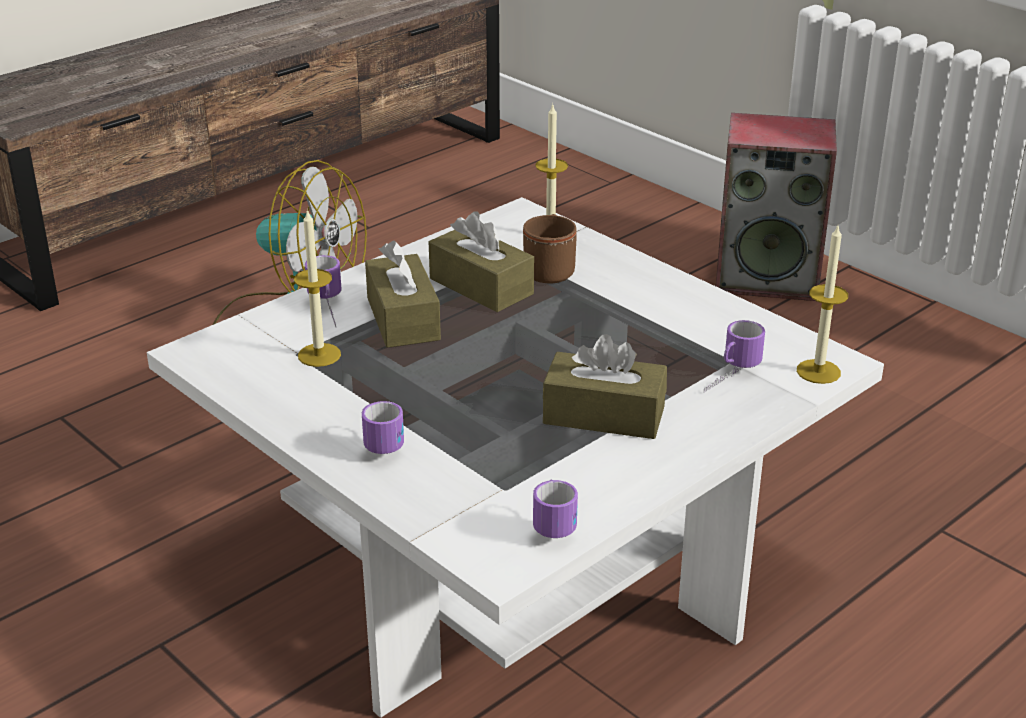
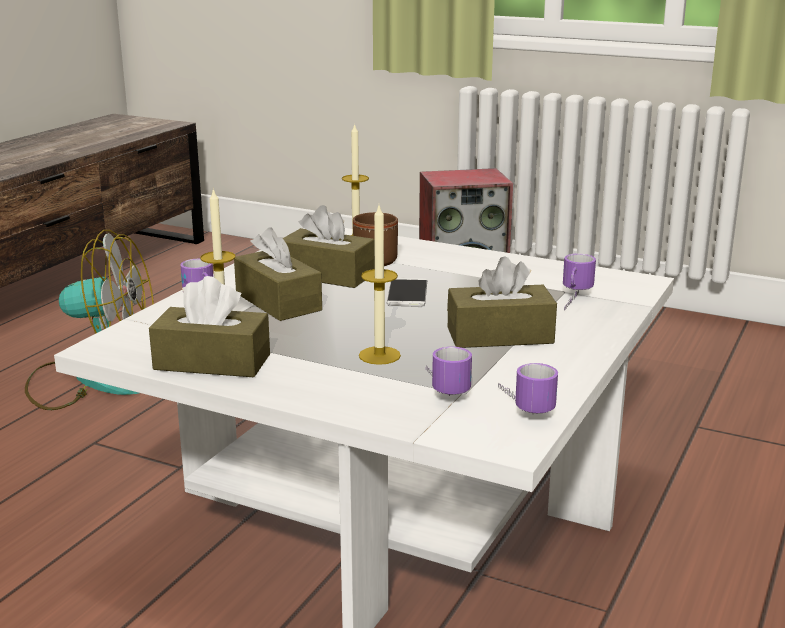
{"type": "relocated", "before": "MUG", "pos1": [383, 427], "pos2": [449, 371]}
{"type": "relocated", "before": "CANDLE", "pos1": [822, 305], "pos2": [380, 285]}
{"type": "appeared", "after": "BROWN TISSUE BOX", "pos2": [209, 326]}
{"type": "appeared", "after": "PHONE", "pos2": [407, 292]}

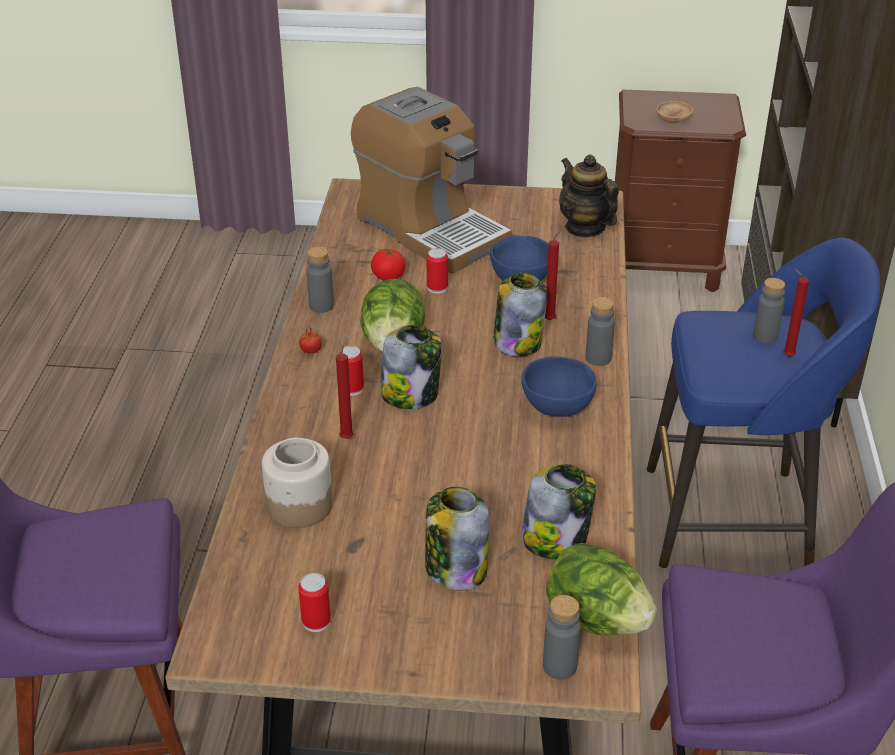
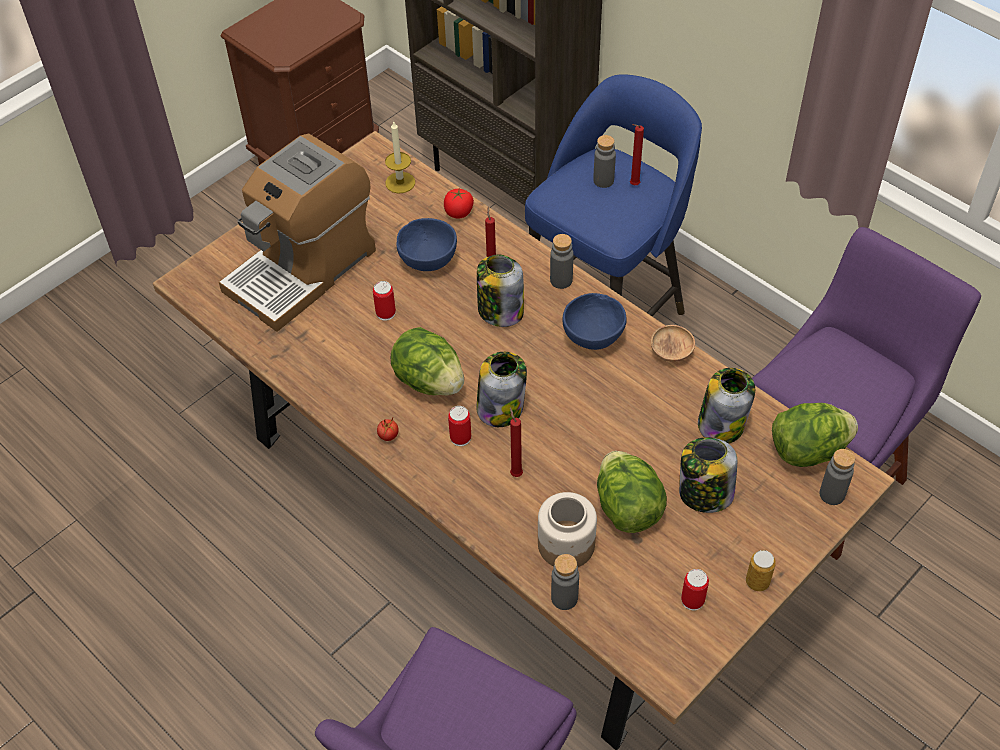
{"type": "relocated", "before": "GREY BOTTLE", "pos1": [320, 280], "pos2": [565, 582]}
{"type": "spun", "before": "COFFEE MACHINE", "pos1": [431, 180], "pos2": [297, 233], "turn": 135}
{"type": "relocated", "before": "TOMATO", "pos1": [388, 264], "pos2": [459, 203]}
{"type": "exchanged", "before": "TEAPOT", "after": "CANDLE", "pos1": [589, 195], "pos2": [400, 157]}
{"type": "relocated", "before": "BROWN BOWL", "pos1": [675, 112], "pos2": [673, 343]}
{"type": "appeared", "after": "LETTUCE", "pos2": [632, 492]}
{"type": "appeared", "after": "CAN", "pos2": [761, 570]}

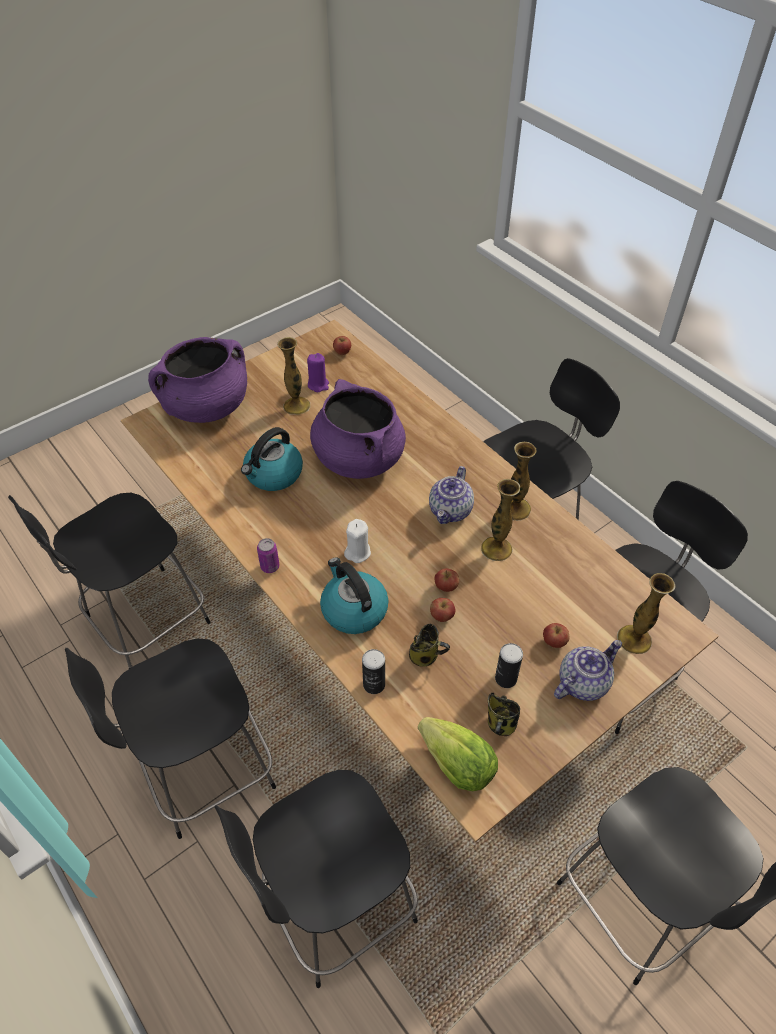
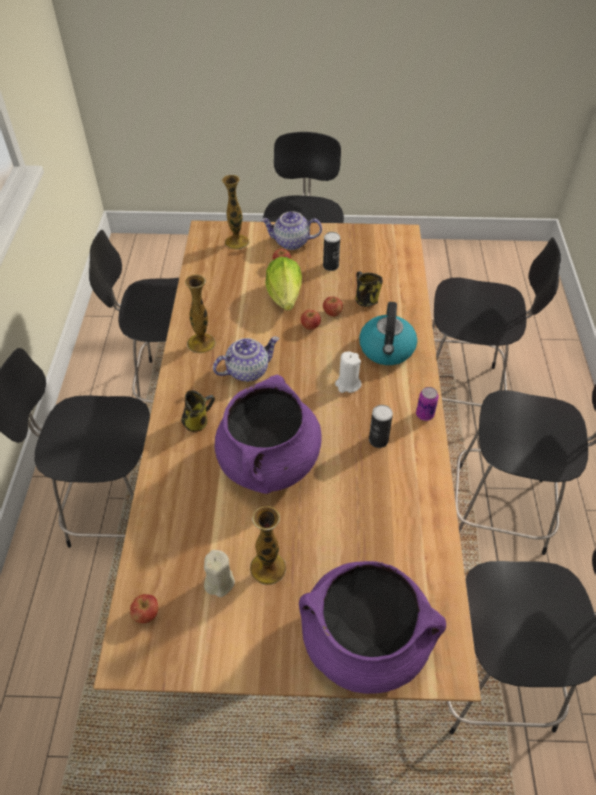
{"type": "missing", "before": "KETTLE", "pos1": [272, 459]}
{"type": "colour", "before": "PURPLE CANDLE", "after": "BEIGE CANDLE", "pos1": [318, 372], "pos2": [219, 573]}
{"type": "relocated", "before": "CAN", "pos1": [373, 671], "pos2": [381, 426]}
{"type": "relocated", "before": "LETTUCE", "pos1": [458, 754], "pos2": [283, 283]}
{"type": "missing", "before": "VASE", "pos1": [500, 520]}
{"type": "relocated", "before": "MUG", "pos1": [504, 714], "pos2": [198, 411]}

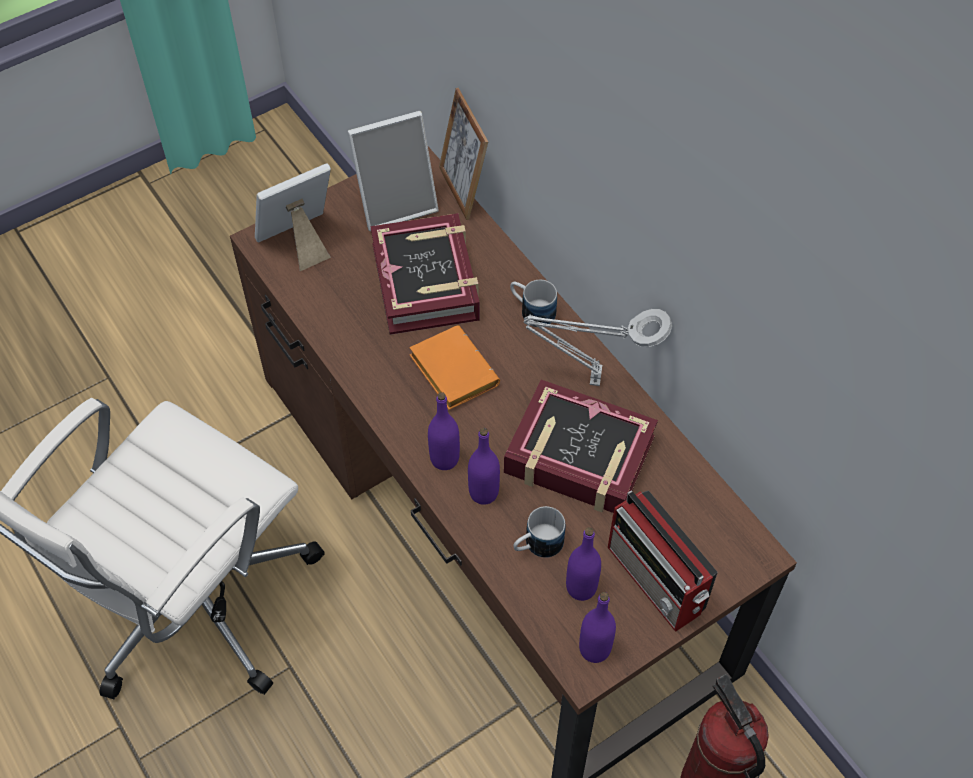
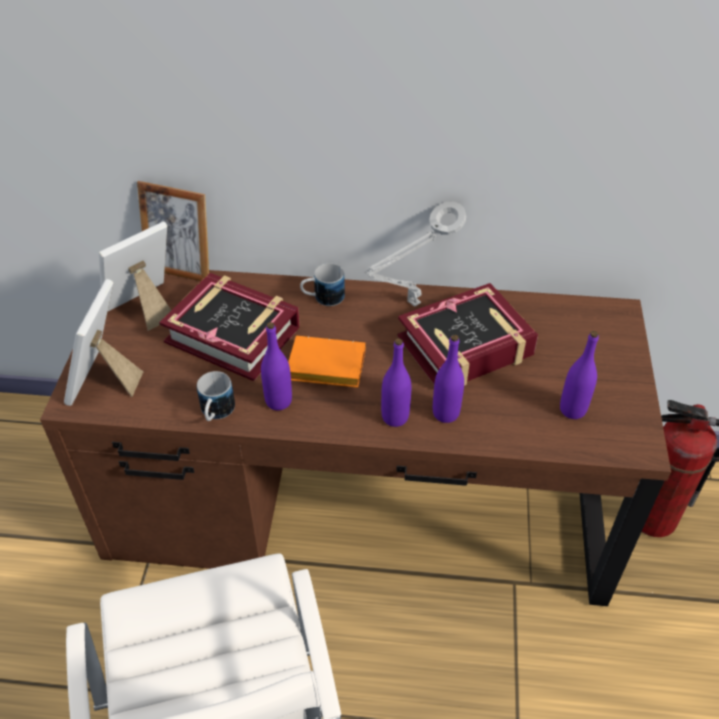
{"type": "spun", "before": "PICTURE FRAME", "pos1": [393, 171], "pos2": [135, 276], "turn": -150}
{"type": "relocated", "before": "MUG", "pos1": [539, 532], "pos2": [216, 396]}
{"type": "relocated", "before": "PURPLE BOTTLE", "pos1": [597, 627], "pos2": [276, 366]}
{"type": "missing", "before": "RADIO", "pos1": [663, 561]}

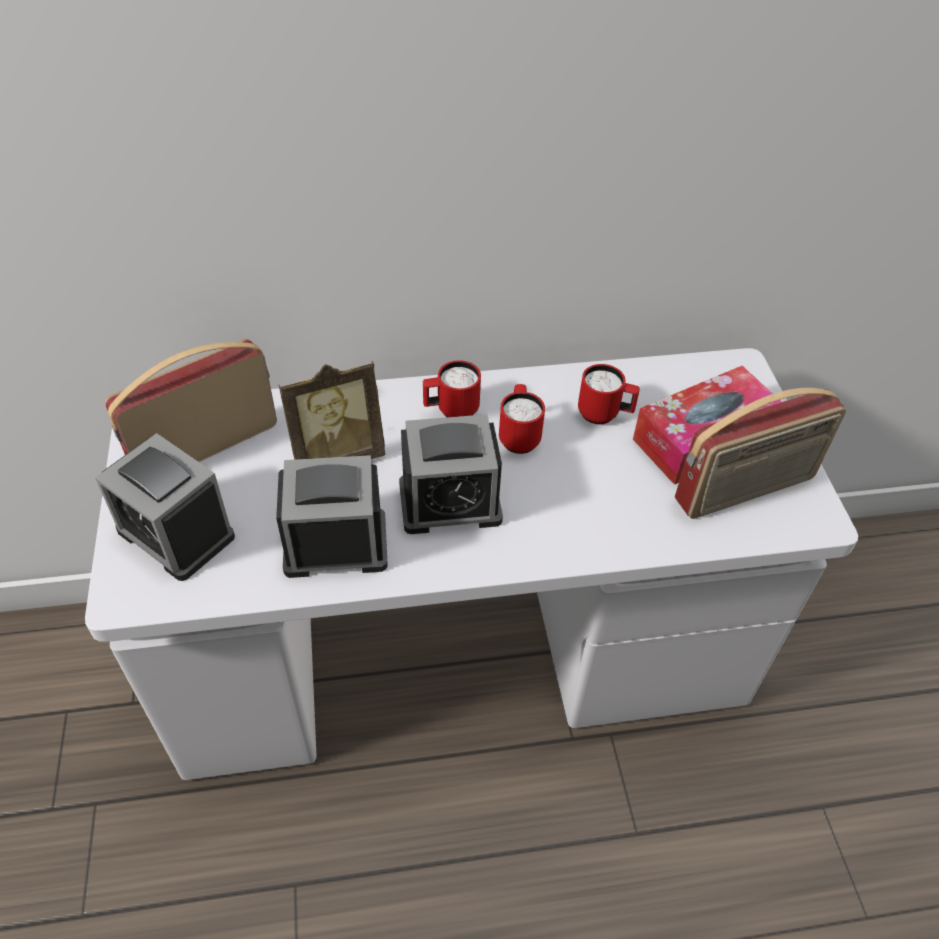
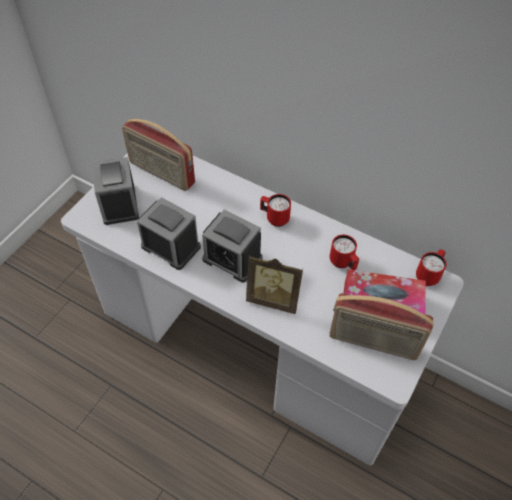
{"type": "spun", "before": "RADIO", "pos1": [191, 400], "pos2": [158, 155], "turn": -150}
{"type": "relocated", "before": "PICTURE FRAME", "pos1": [332, 410], "pos2": [274, 285]}
{"type": "relocated", "before": "RED MUG", "pos1": [522, 419], "pos2": [431, 267]}

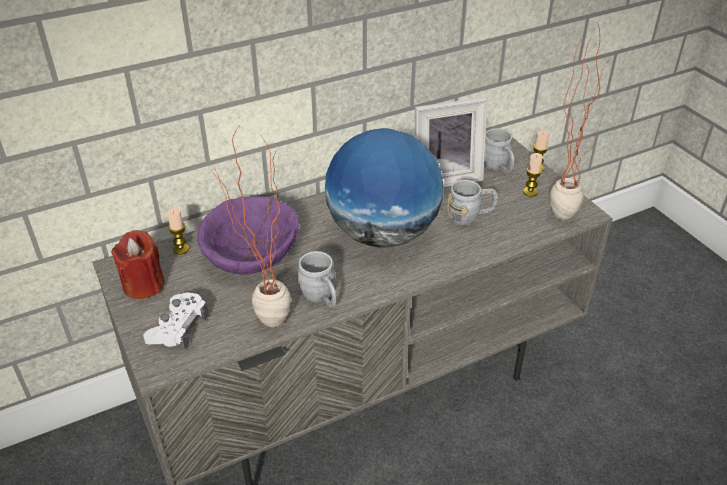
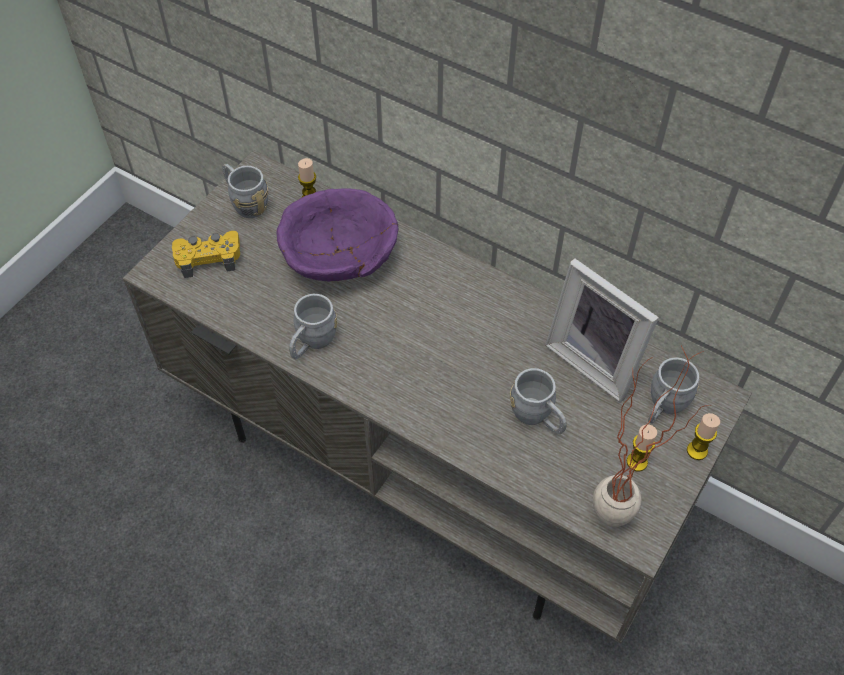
{"type": "exchanged", "before": "RED CANDLE", "after": "GREY MUG", "pos1": [138, 264], "pos2": [245, 191]}
{"type": "colour", "before": "WHITE GAME CONTROLLER", "after": "YELLOW GAME CONTROLLER", "pos1": [176, 320], "pos2": [206, 254]}
{"type": "missing", "before": "POTTED PLANT", "pos1": [252, 226]}
{"type": "missing", "before": "GLOBE", "pos1": [384, 188]}

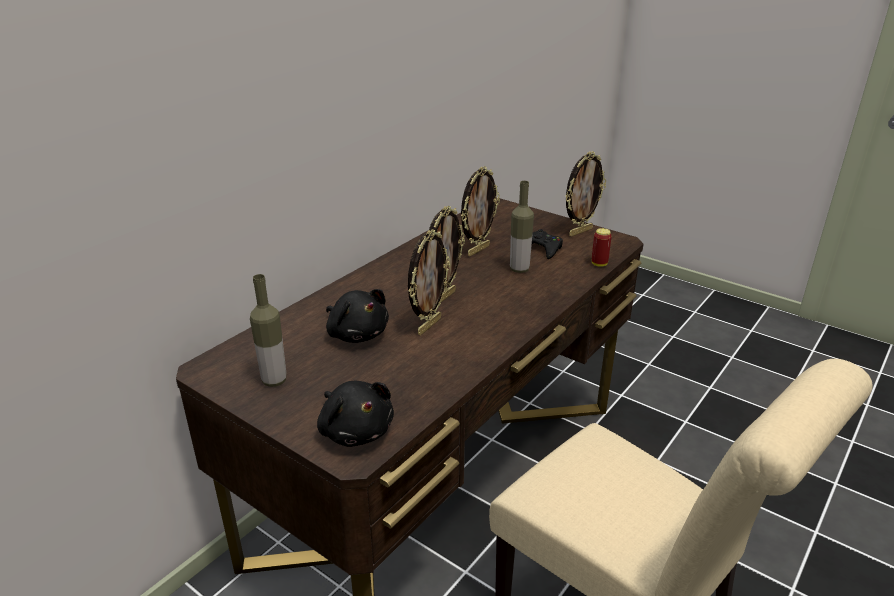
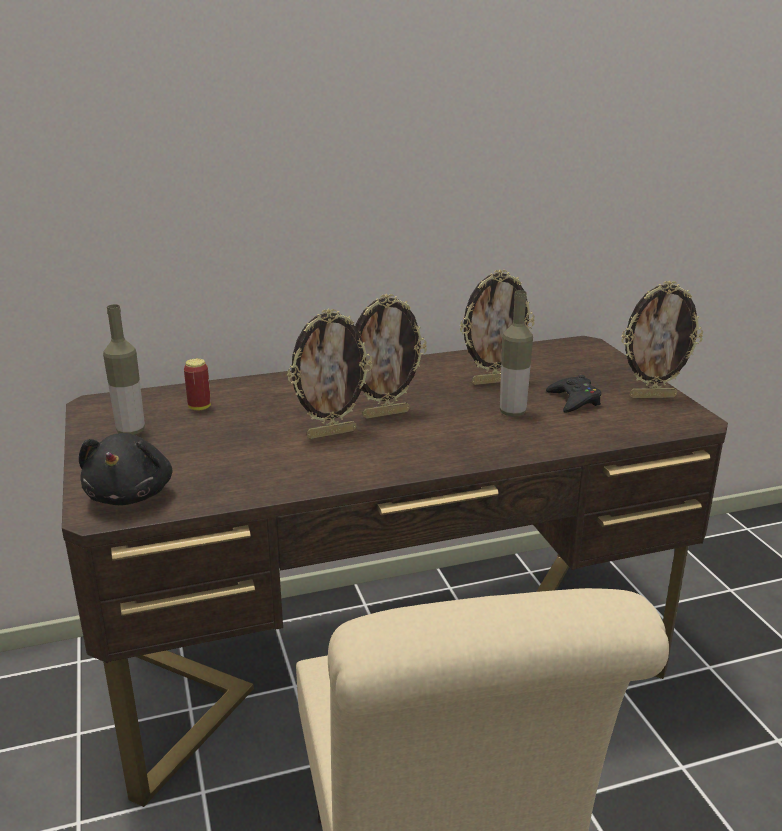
{"type": "missing", "before": "BLACK PLUSH TOY", "pos1": [357, 316]}
{"type": "relocated", "before": "CAN", "pos1": [602, 247], "pos2": [197, 384]}

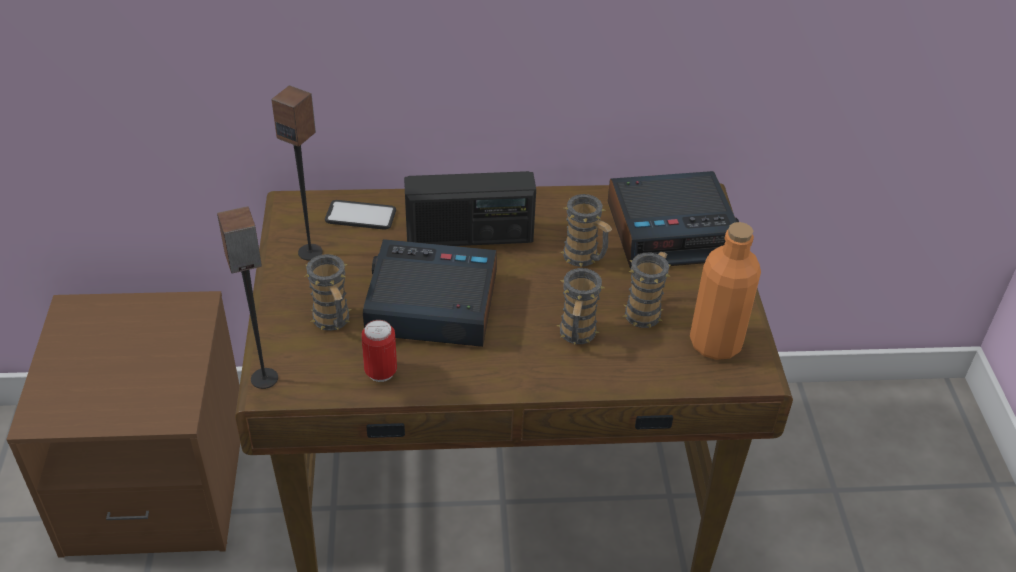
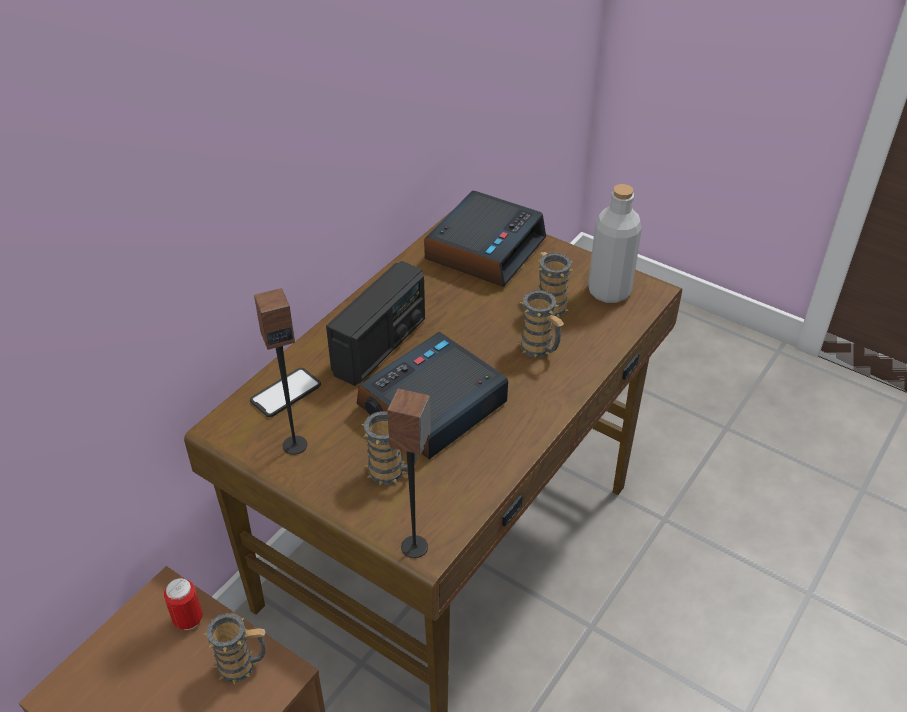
{"type": "relocated", "before": "CAN", "pos1": [379, 351], "pos2": [183, 604]}
{"type": "relocated", "before": "MUG", "pos1": [586, 230], "pos2": [235, 648]}
{"type": "colour", "before": "ORANGE BOTTLE", "after": "GREY BOTTLE", "pos1": [725, 291], "pos2": [615, 243]}

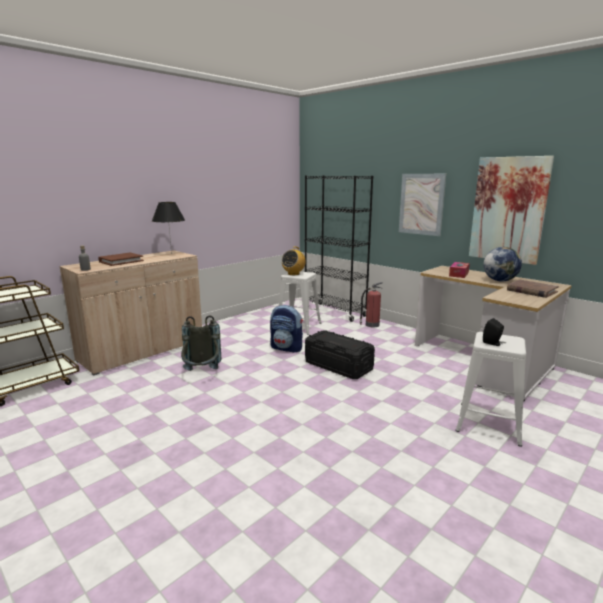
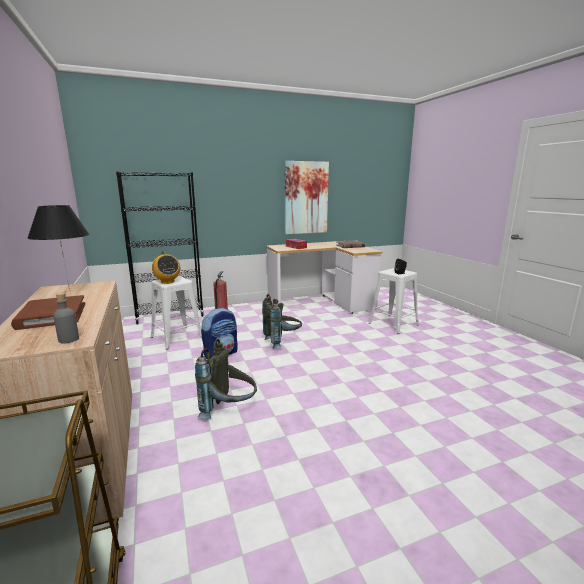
{"type": "exchanged", "before": "BLACK STORAGE BOX", "after": "GREY BACKPACK", "pos1": [340, 355], "pos2": [282, 321]}
{"type": "missing", "before": "PICTURE", "pos1": [422, 205]}
{"type": "missing", "before": "GLOBE", "pos1": [502, 264]}

